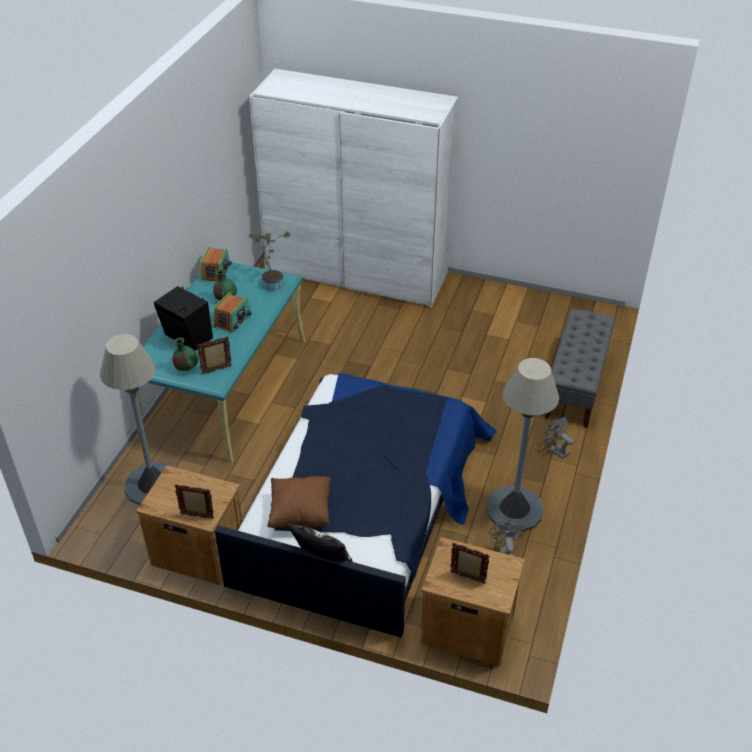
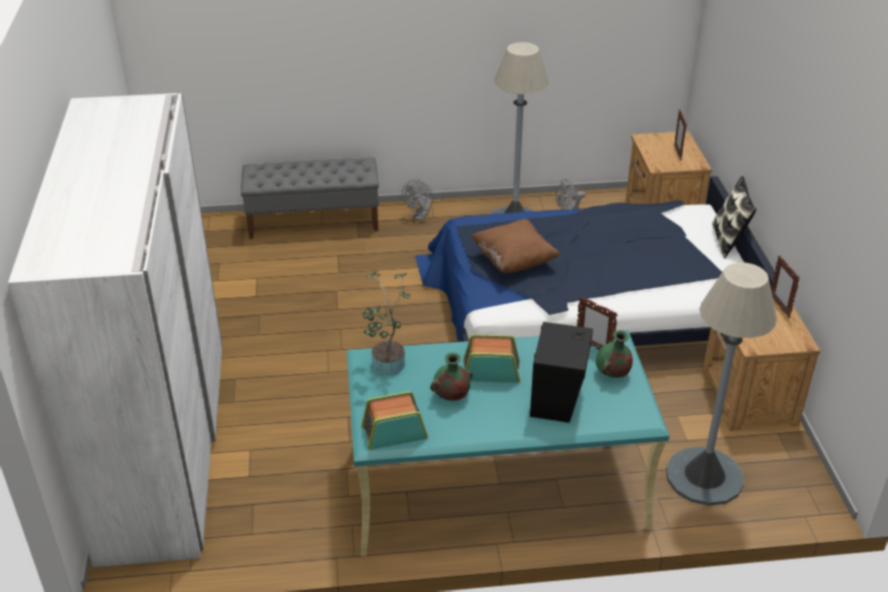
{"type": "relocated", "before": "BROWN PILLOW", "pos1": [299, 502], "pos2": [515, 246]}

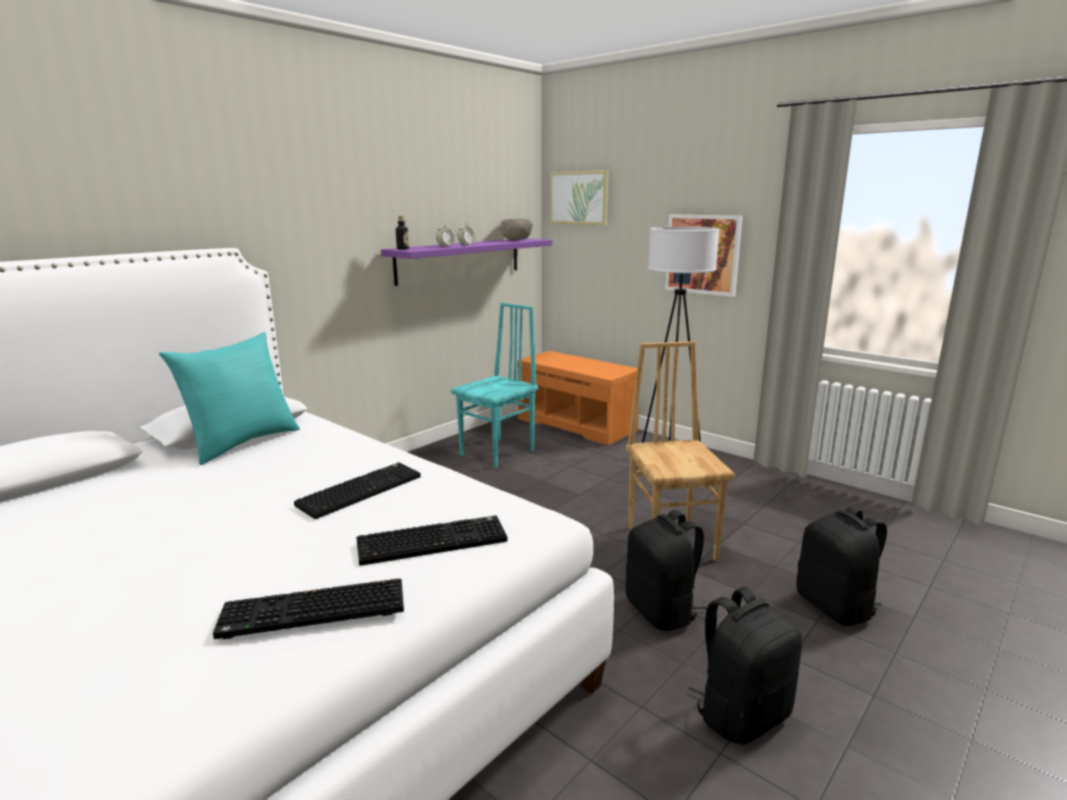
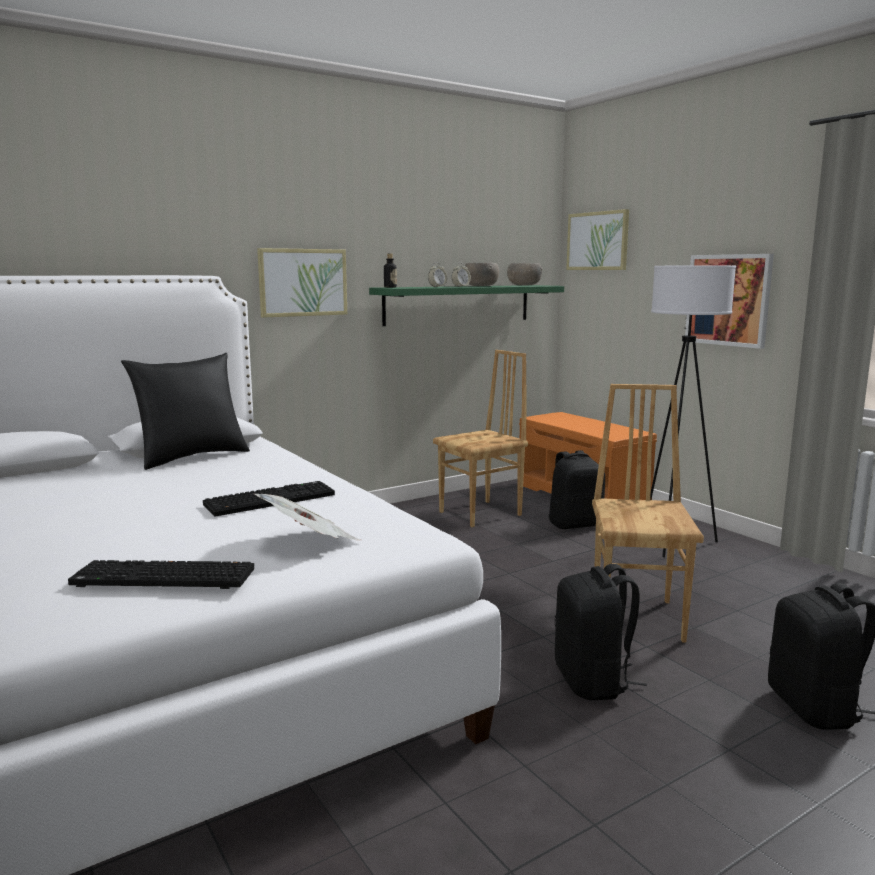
{"type": "colour", "before": "TURQUOISE PILLOW", "after": "BLACK PILLOW", "pos1": [229, 398], "pos2": [185, 411]}
{"type": "exchanged", "before": "KEYBOARD", "after": "NEWSPAPER", "pos1": [431, 541], "pos2": [307, 517]}
{"type": "colour", "before": "PURPLE SHELF", "after": "GREEN SHELF", "pos1": [466, 262], "pos2": [466, 305]}
{"type": "colour", "before": "TURQUOISE CHAIR", "after": "BROWN CHAIR", "pos1": [494, 385], "pos2": [480, 438]}
{"type": "relocated", "before": "BLACK BACKPACK", "pos1": [745, 666], "pos2": [577, 489]}
{"type": "appeared", "after": "PICTURE", "pos2": [302, 283]}
{"type": "appeared", "after": "GREY BOWL", "pos2": [482, 274]}

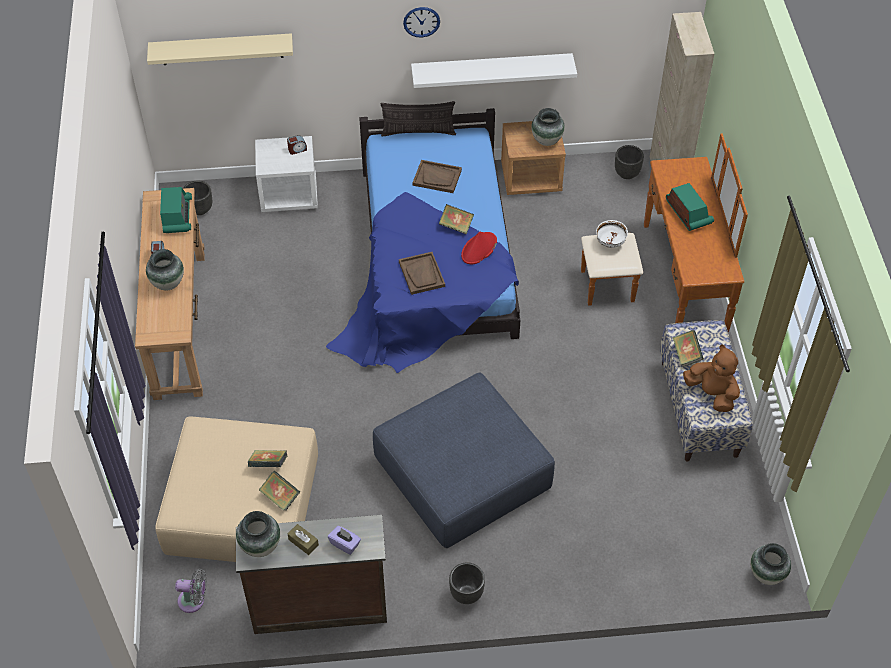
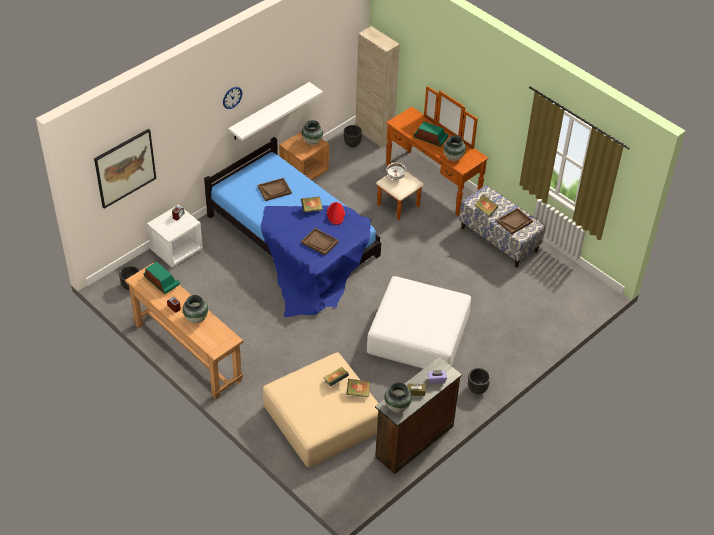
{"type": "exchanged", "before": "BEIGE SHELF", "after": "PICTURE", "pos1": [220, 49], "pos2": [125, 169]}
{"type": "missing", "before": "GREY FAN", "pos1": [190, 590]}
{"type": "colour", "before": "BLUE OTTOMAN", "after": "WHITE OTTOMAN", "pos1": [464, 460], "pos2": [419, 322]}
{"type": "missing", "before": "PILLOW", "pos1": [418, 118]}
{"type": "exchanged", "before": "BROWN PLUSH TOY", "after": "BROWN TRAY", "pos1": [711, 378], "pos2": [514, 221]}
{"type": "relocated", "before": "VASE", "pos1": [770, 564], "pos2": [454, 148]}

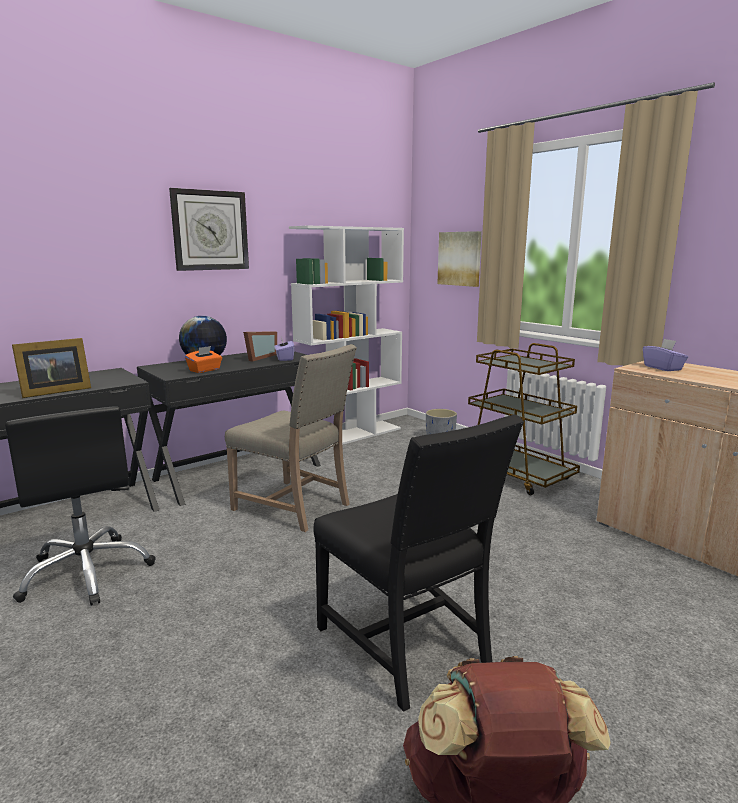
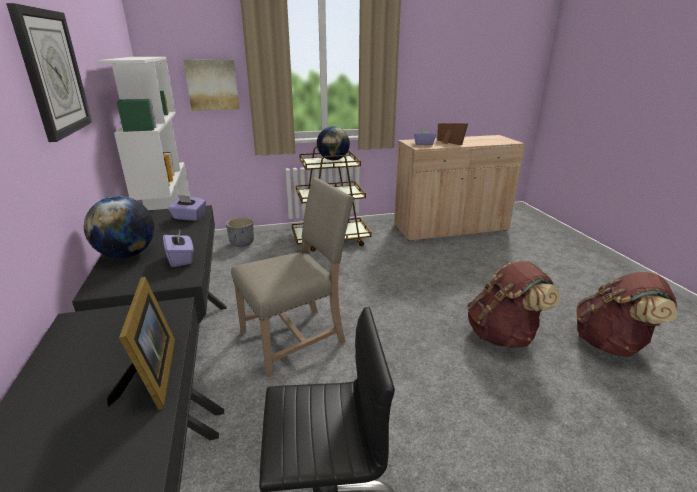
{"type": "colour", "before": "ORANGE TISSUE BOX", "after": "PURPLE TISSUE BOX", "pos1": [203, 359], "pos2": [178, 248]}
{"type": "relocated", "before": "PICTURE FRAME", "pos1": [260, 346], "pos2": [452, 134]}
{"type": "exchanged", "before": "BLACK CHAIR", "after": "BROWN BACKPACK", "pos1": [419, 563], "pos2": [514, 304]}
{"type": "appeared", "after": "GLOBE", "pos2": [333, 143]}

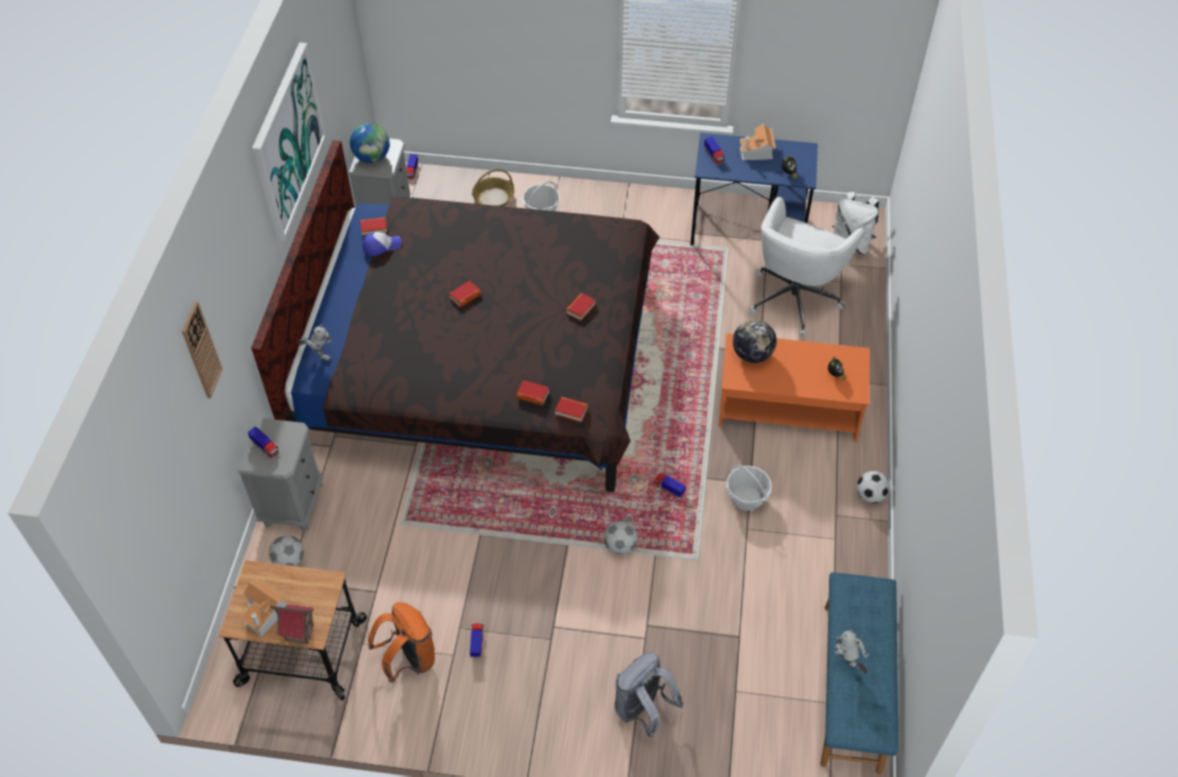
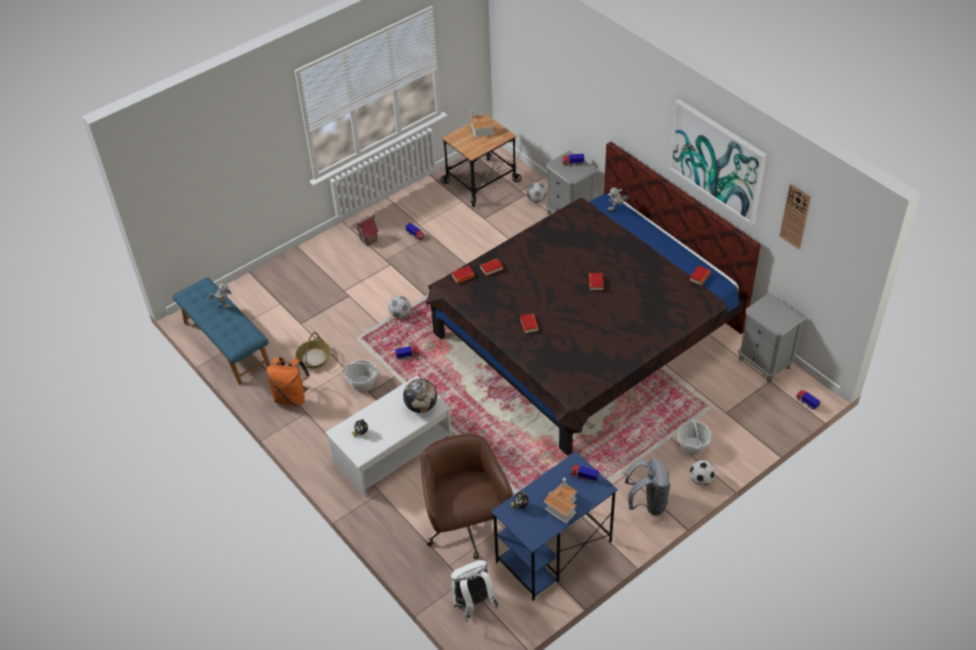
{"type": "relocated", "before": "WALL CLOCK", "pos1": [202, 350], "pos2": [795, 216]}
{"type": "relocated", "before": "TOY HOUSE", "pos1": [292, 625], "pos2": [367, 230]}
{"type": "missing", "before": "GLOBE", "pos1": [370, 143]}
{"type": "missing", "before": "CAP", "pos1": [381, 243]}
{"type": "relocated", "before": "ORANGE BACKPACK", "pos1": [401, 642], "pos2": [288, 381]}
{"type": "relocated", "before": "BASKET", "pos1": [493, 187], "pos2": [313, 350]}
{"type": "relocated", "before": "GREY BACKPACK", "pos1": [649, 695], "pos2": [647, 487]}
{"type": "colour", "before": "ORANGE COFFEE TABLE", "after": "WHITE COFFEE TABLE", "pos1": [794, 387], "pos2": [388, 436]}
{"type": "colour", "before": "WHITE OFFICE CHAIR", "after": "BROWN OFFICE CHAIR", "pos1": [807, 266], "pos2": [467, 497]}
{"type": "relocated", "before": "FOOTBALL", "pos1": [873, 487], "pos2": [702, 473]}

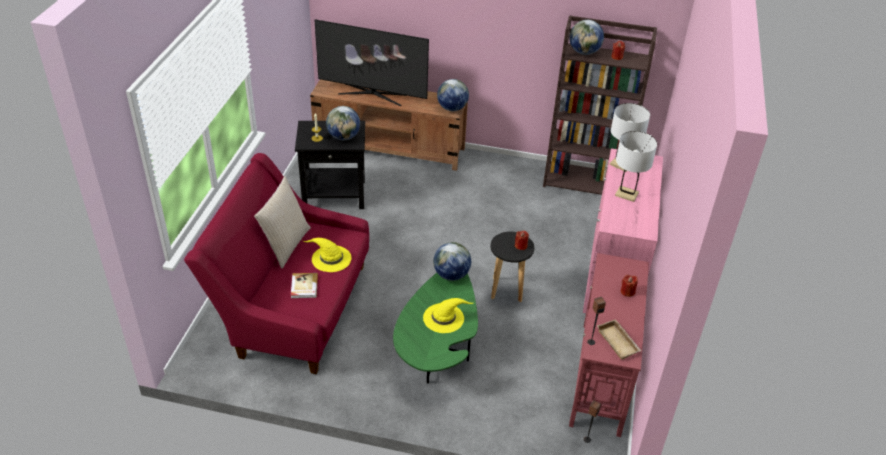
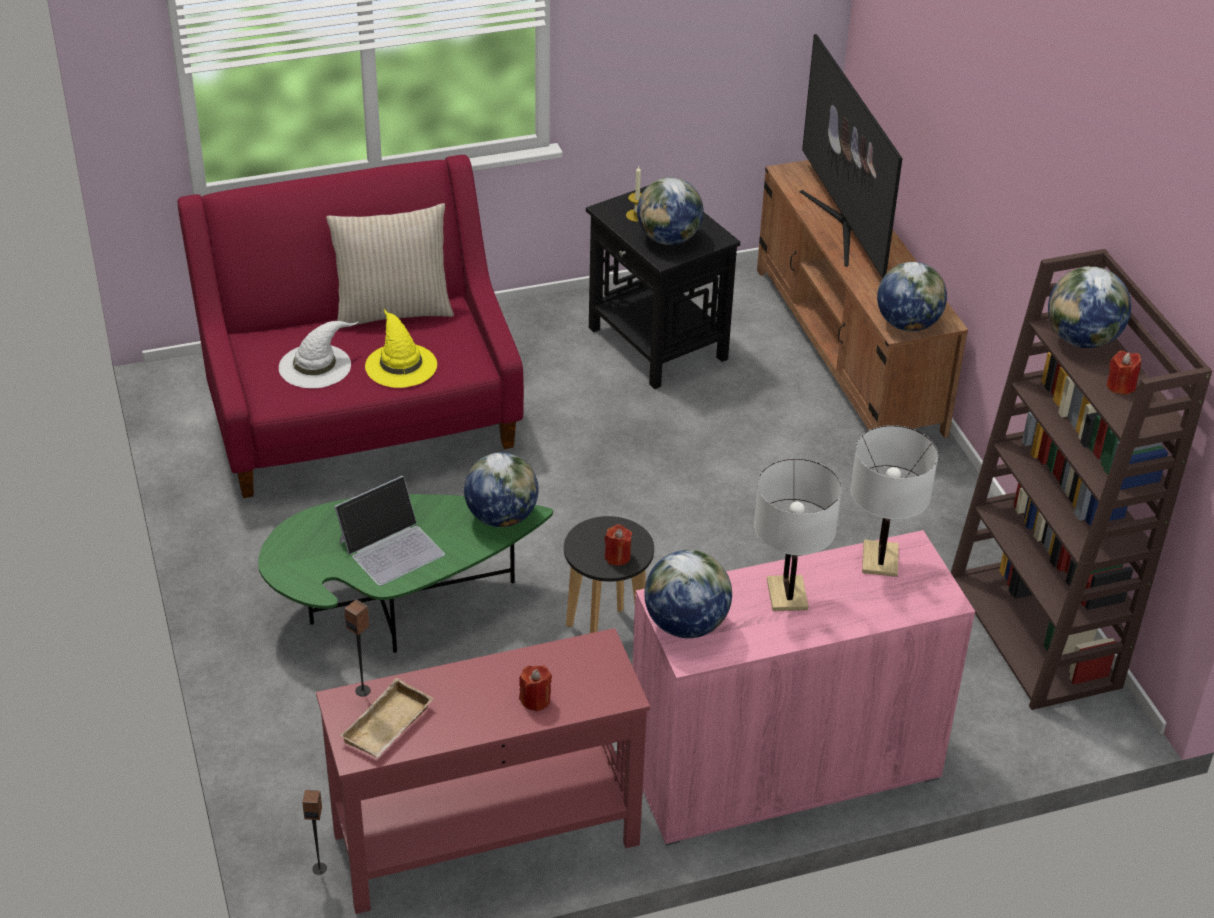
{"type": "exchanged", "before": "BOOK", "after": "WHITE HAT", "pos1": [304, 285], "pos2": [318, 354]}
{"type": "exchanged", "before": "YELLOW HAT", "after": "LAPTOP", "pos1": [448, 315], "pos2": [389, 530]}
{"type": "appeared", "after": "GLOBE", "pos2": [688, 594]}

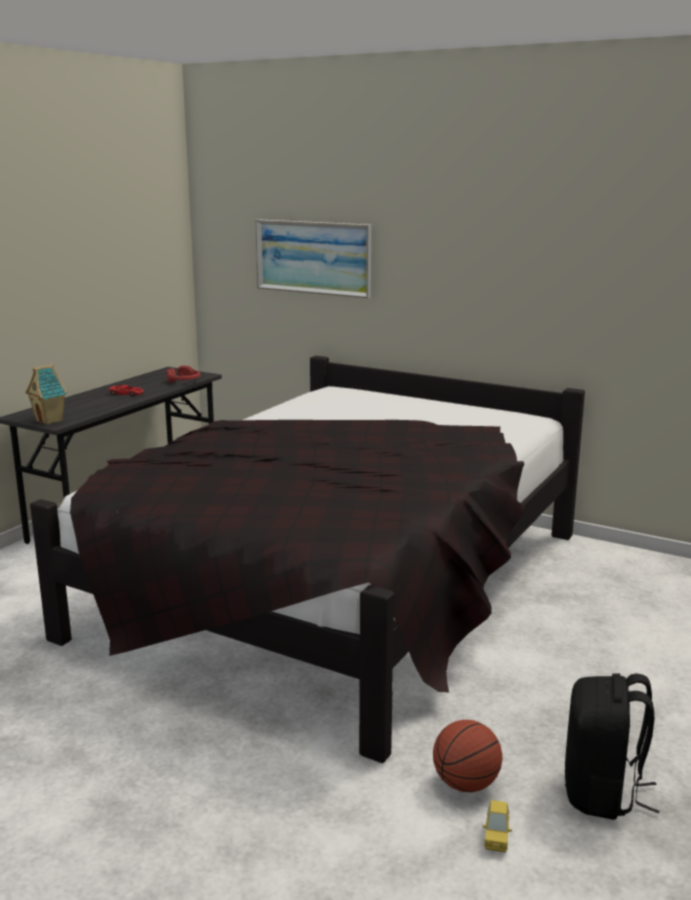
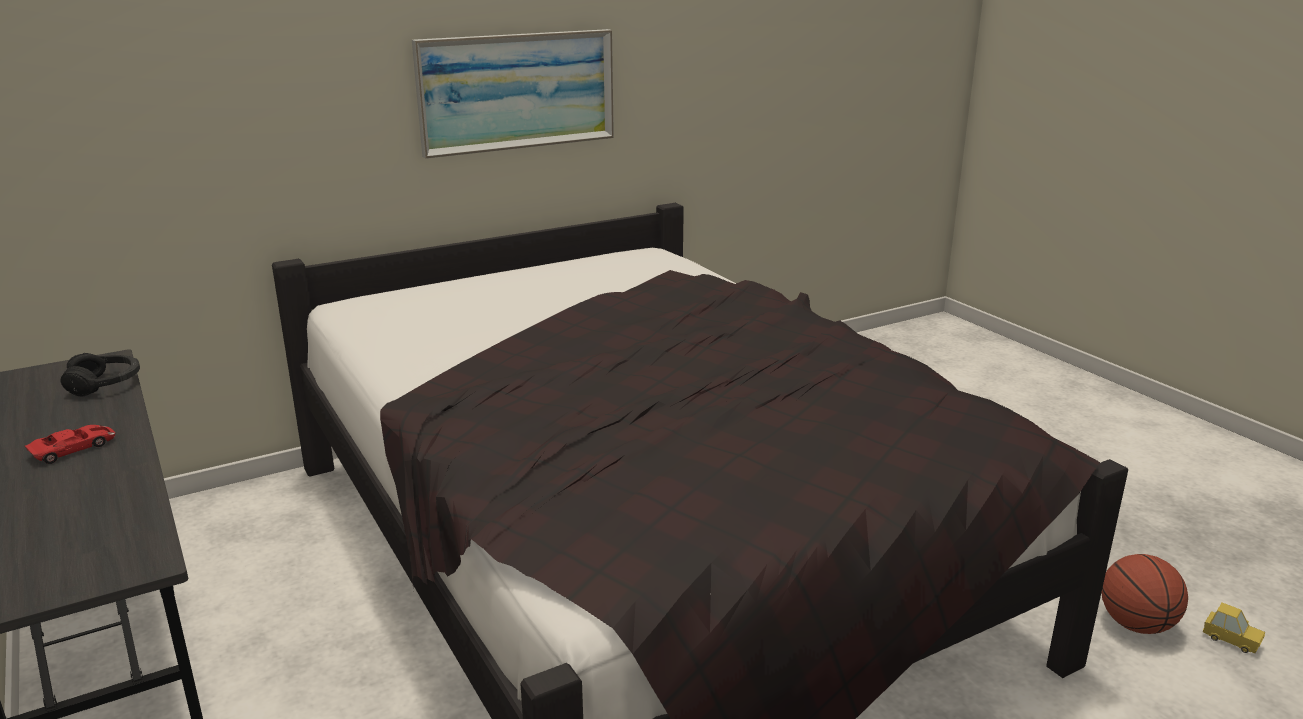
{"type": "missing", "before": "TOY HOUSE", "pos1": [46, 394]}
{"type": "colour", "before": "RED HEADPHONES", "after": "BLACK HEADPHONES", "pos1": [183, 374], "pos2": [100, 374]}
{"type": "relocated", "before": "PICTURE", "pos1": [313, 258], "pos2": [513, 94]}
{"type": "missing", "before": "BLACK BACKPACK", "pos1": [612, 747]}

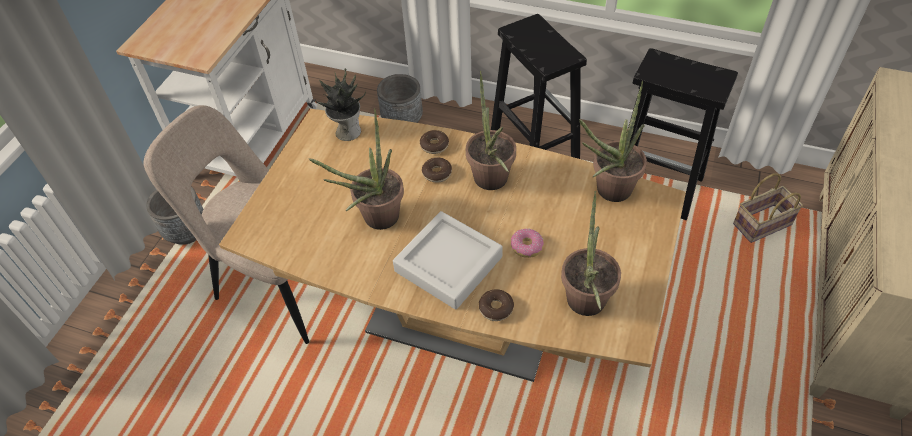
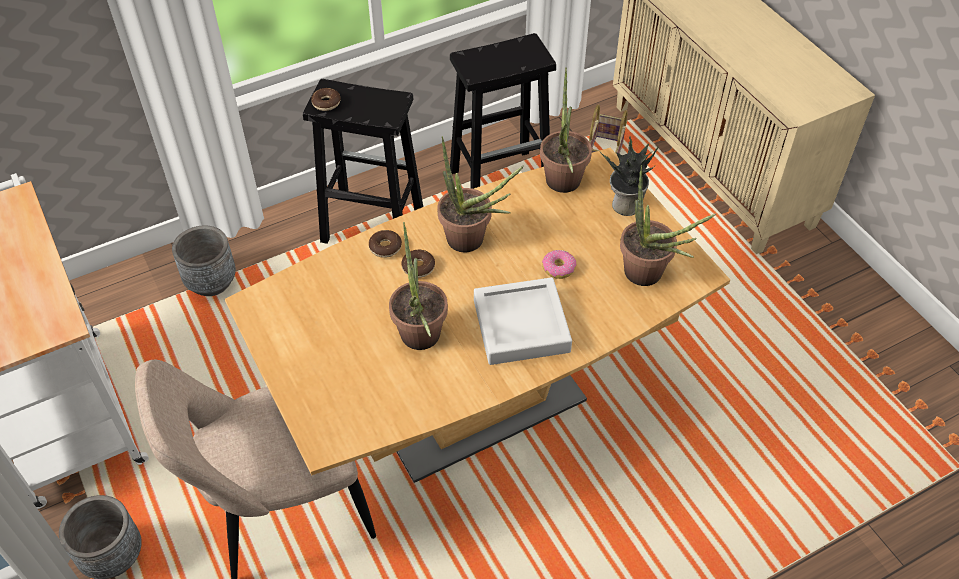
{"type": "relocated", "before": "POTTED PLANT", "pos1": [341, 104], "pos2": [629, 176]}
{"type": "relocated", "before": "DONUT", "pos1": [496, 305], "pos2": [326, 99]}

